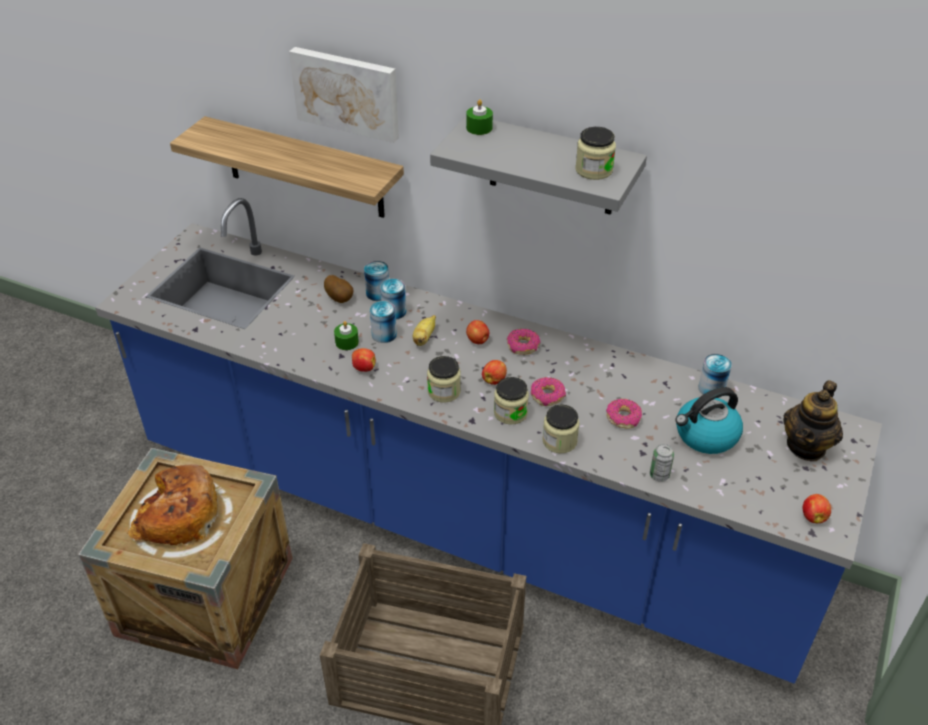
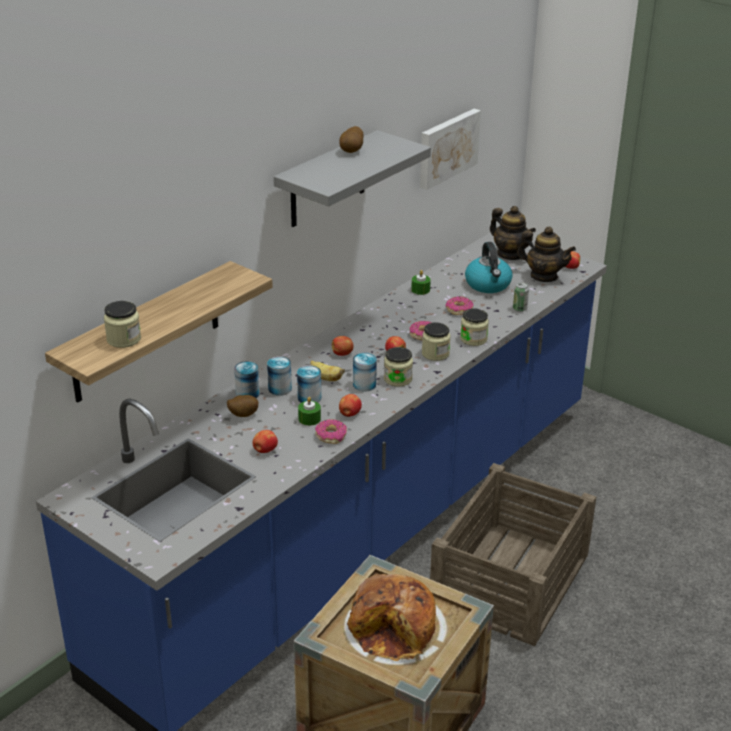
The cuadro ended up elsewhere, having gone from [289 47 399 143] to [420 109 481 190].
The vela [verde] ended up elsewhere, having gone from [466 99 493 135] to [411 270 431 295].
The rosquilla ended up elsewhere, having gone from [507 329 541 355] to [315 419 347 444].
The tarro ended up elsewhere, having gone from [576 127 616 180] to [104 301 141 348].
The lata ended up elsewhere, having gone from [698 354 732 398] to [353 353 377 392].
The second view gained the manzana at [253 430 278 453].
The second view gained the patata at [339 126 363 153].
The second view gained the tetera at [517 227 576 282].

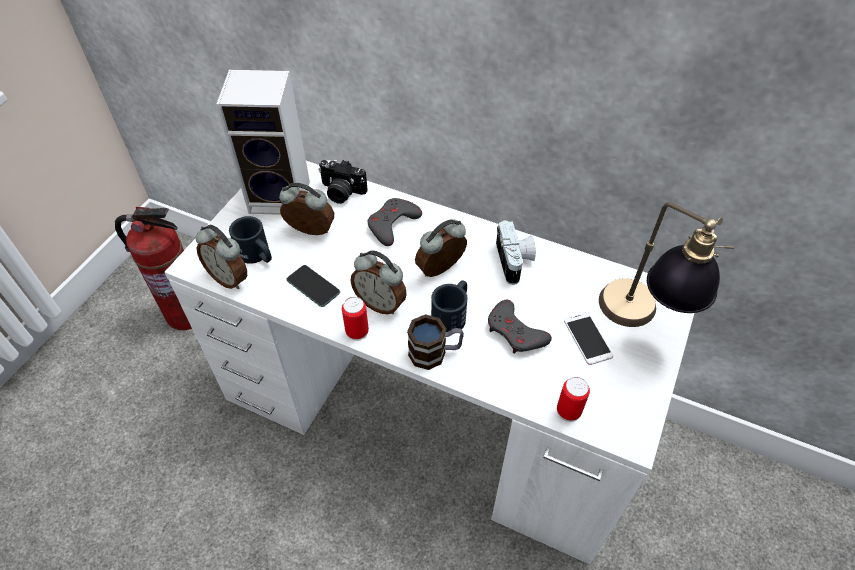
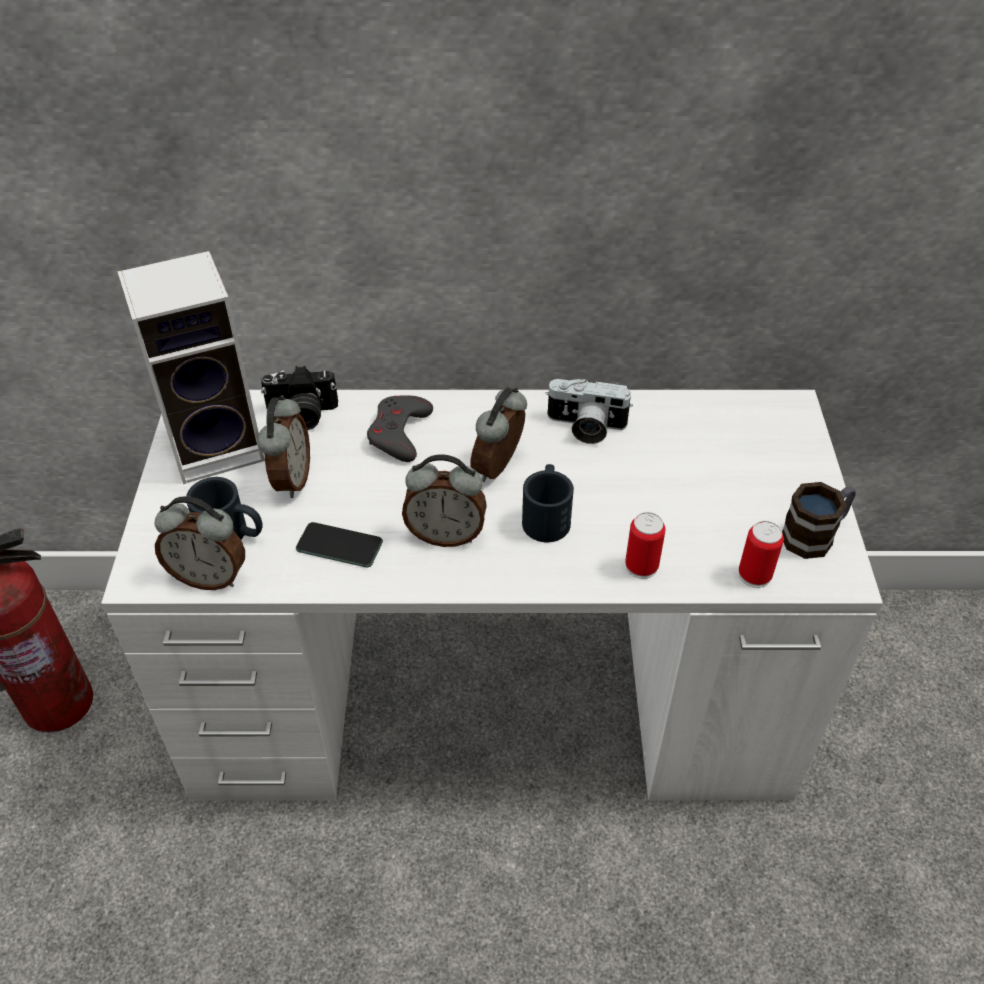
The despertador at [280 183 334 235] ended up facing another way, 105 degrees clockwise from before.
The lata ended up elsewhere, having gone from [342 296 369 341] to [625 512 665 579].
The taza grande ended up elsewhere, having gone from [407 314 464 370] to [782 482 856 559].
The second view lost the mando de consola [gris] at [488 300 552 354].
The cámara at [496 220 536 285] ended up facing another way, 135 degrees clockwise from before.
The second view lost the móvil at [564 312 613 365].
The second view lost the lámpara de mesa at [599 202 734 327].

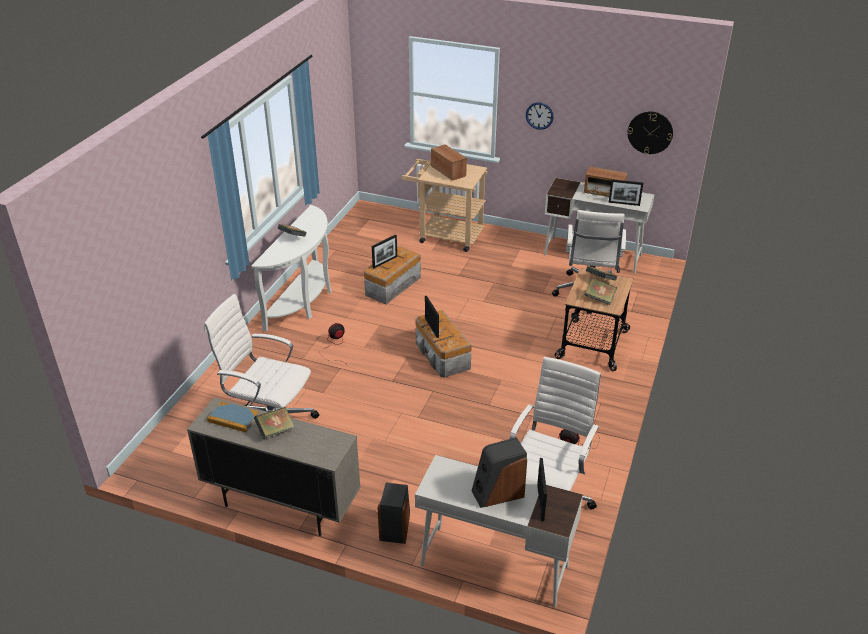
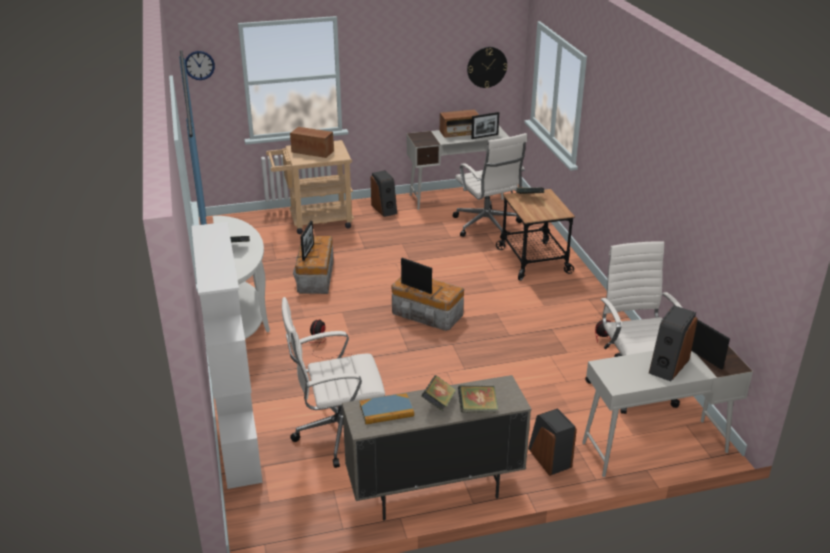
The reloj de pared ended up elsewhere, having gone from [526 102 554 130] to [185 51 215 80].
The libro ended up elsewhere, having gone from [585 278 617 305] to [458 386 498 413].
The second view gained the estantería [blanco] at [192 222 263 489].
The second view gained the altavoz at [371 170 397 217].

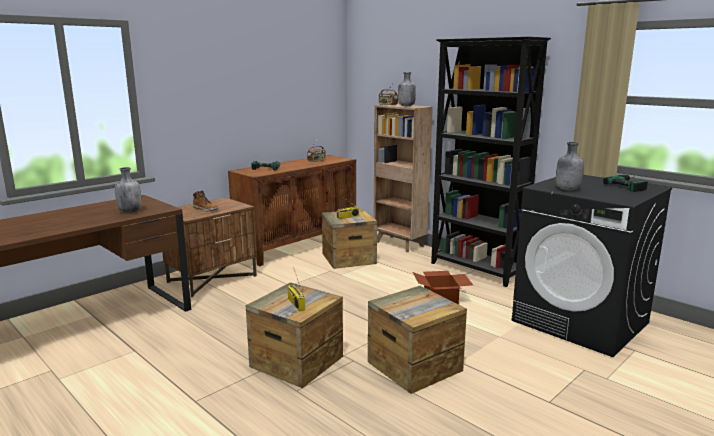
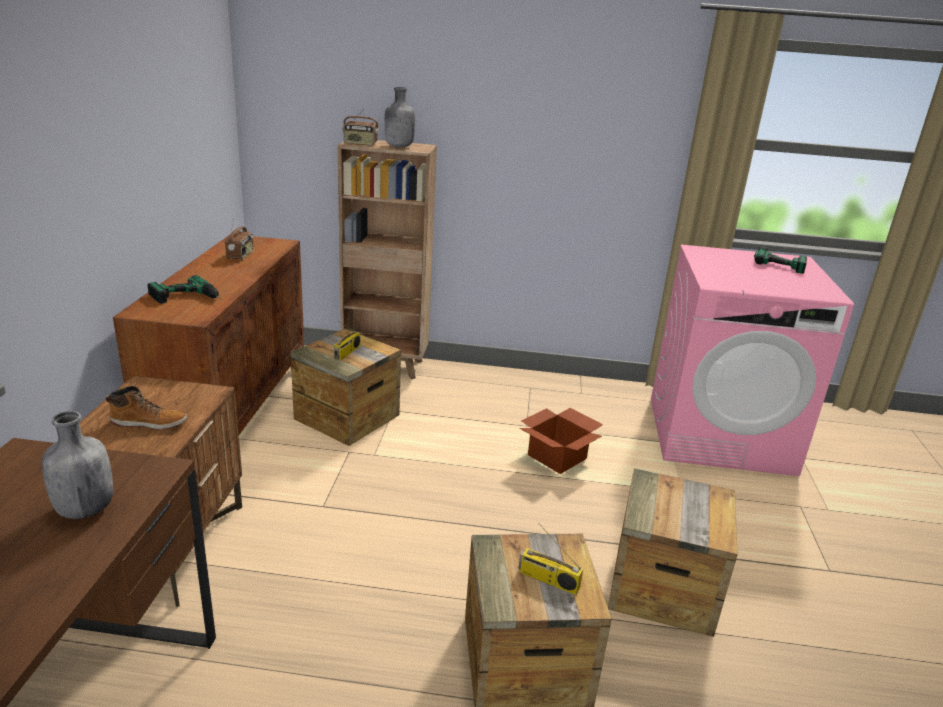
The second view lost the estantería [negro] at [431 37 551 287].
What was the lavadora [negro] at [512 175 672 357] turned into the lavadora [rosa] at [651 244 854 476].
The second view lost the botella [gris] at [556 142 584 190].

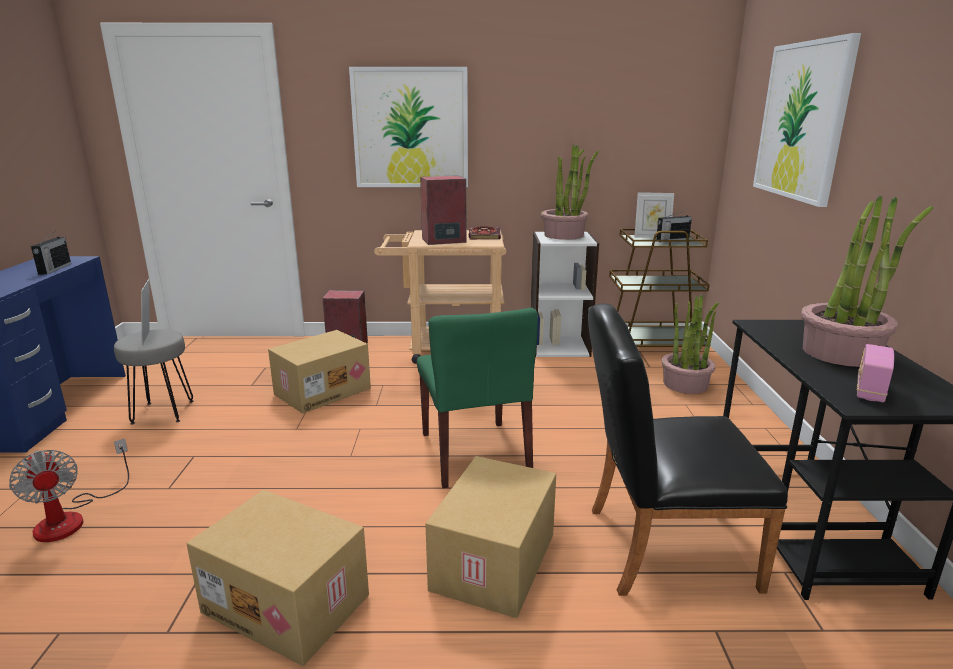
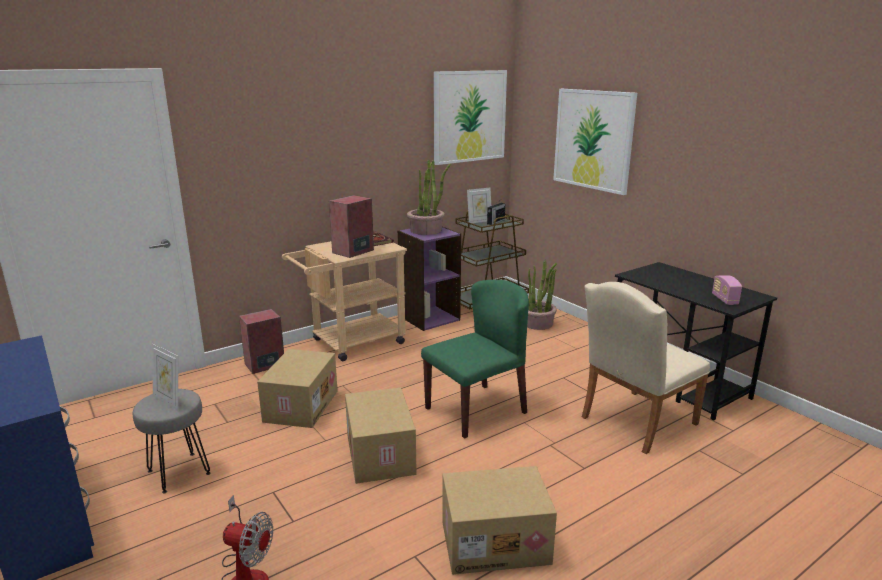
The second view lost the radio at [31 232 71 275].
The cuadro ended up elsewhere, having gone from [349 67 468 187] to [434 70 507 165].
The silla [verde] at [417 308 538 488] ended up facing another way, 75 degrees counterclockwise from before.
The caja de cartón ended up elsewhere, having gone from [426 456 556 618] to [345 388 417 484].
What was the estantería [blanco] at [531 231 599 357] turned into the estantería [morado] at [397 227 461 331].
What was the silla [negro] at [588 303 788 596] turned into the silla [beis] at [582 282 710 454].
The second view lost the planta en maceta at [801 196 933 367].

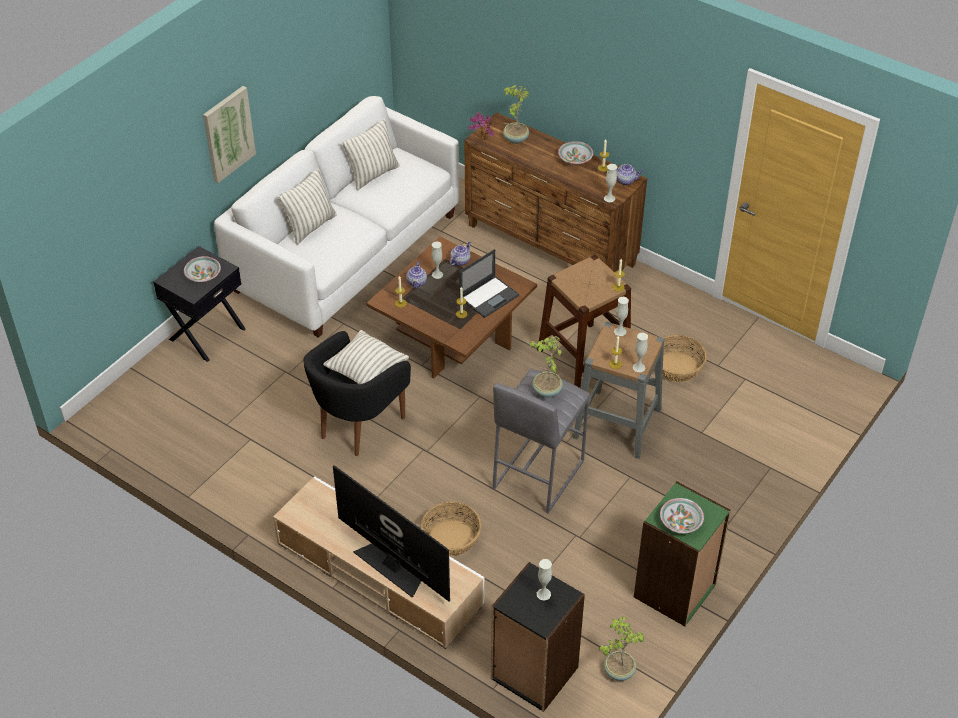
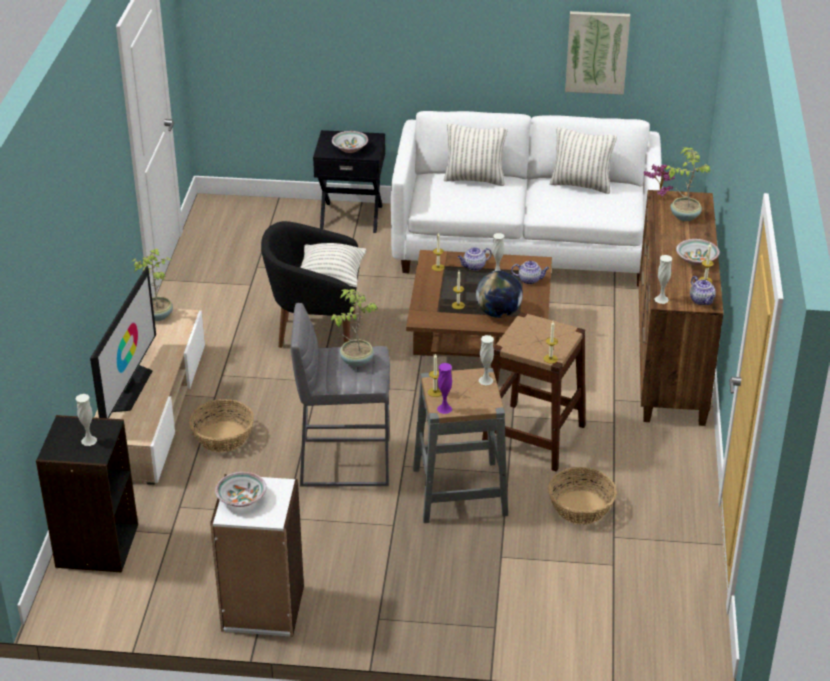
The cuadro ended up elsewhere, having gone from [203 86 256 183] to [565 11 630 95].
Where the portátil stood at [459 249 519 318], the globo terráqueo came to stand at [476 271 523 318].
The planta en maceta ended up elsewhere, having gone from [599 616 644 681] to [133 249 173 321].
What was the florero [blanco] at [633 333 648 372] turned into the florero [morado] at [437 363 452 414].
What was the estantería [verde] at [634 481 731 626] turned into the estantería [blanco] at [210 474 304 637].

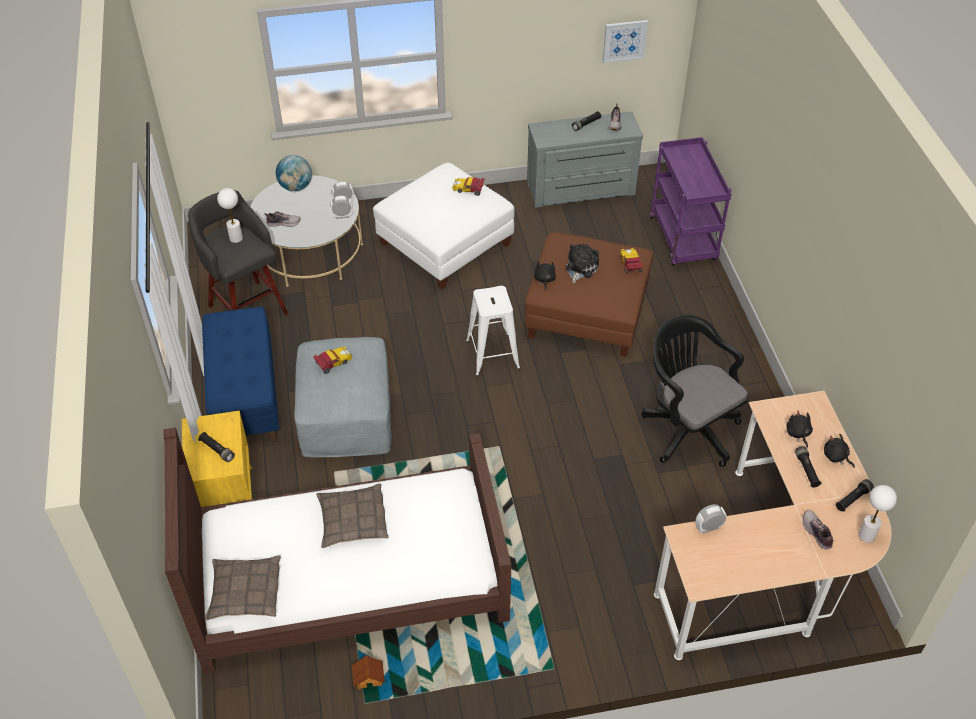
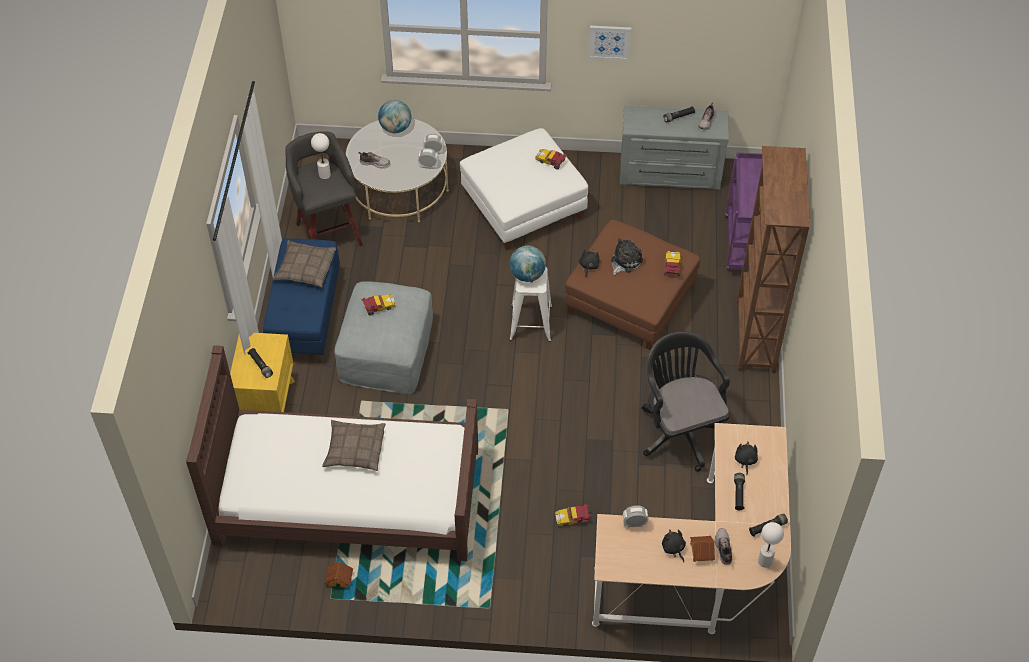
The cojín ended up elsewhere, having gone from [205 555 281 620] to [273 240 336 287].
The cuadro ended up elsewhere, having gone from [603 20 648 63] to [588 26 631 60].
The peluche [negro] ended up elsewhere, having gone from [824 434 855 468] to [662 529 686 562].
The second view gained the globo terráqueo at [509 246 546 282].
The second view gained the coche de juguete at [555 504 591 526].
The second view gained the casita at [690 536 715 562].
The second view gained the estantería [marrón] at [736 146 810 373].

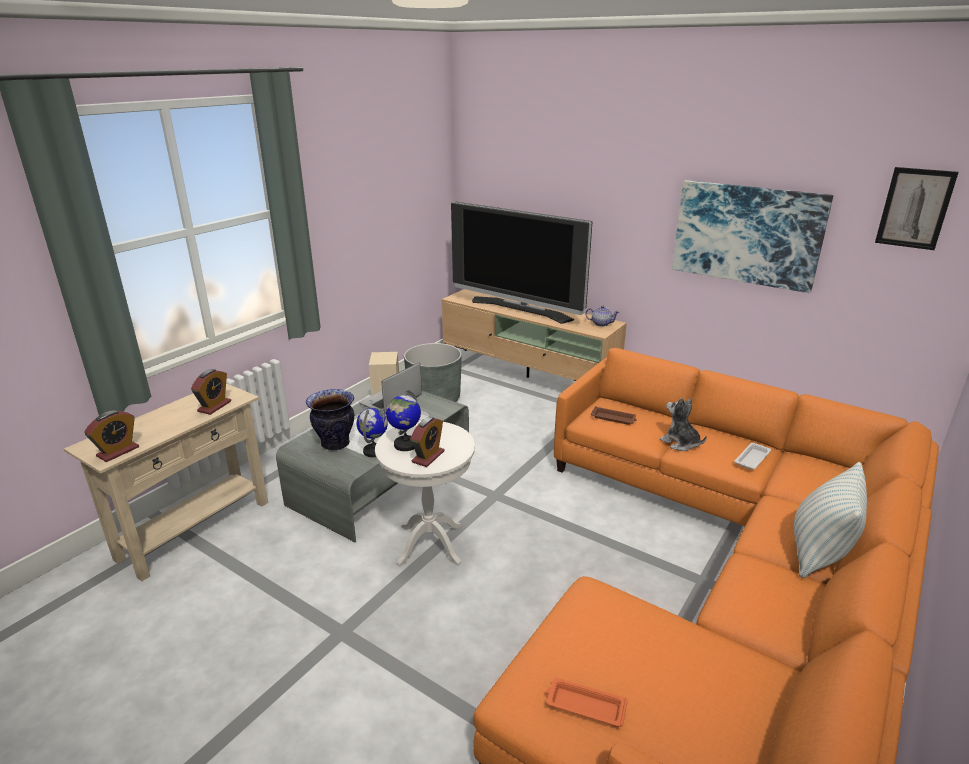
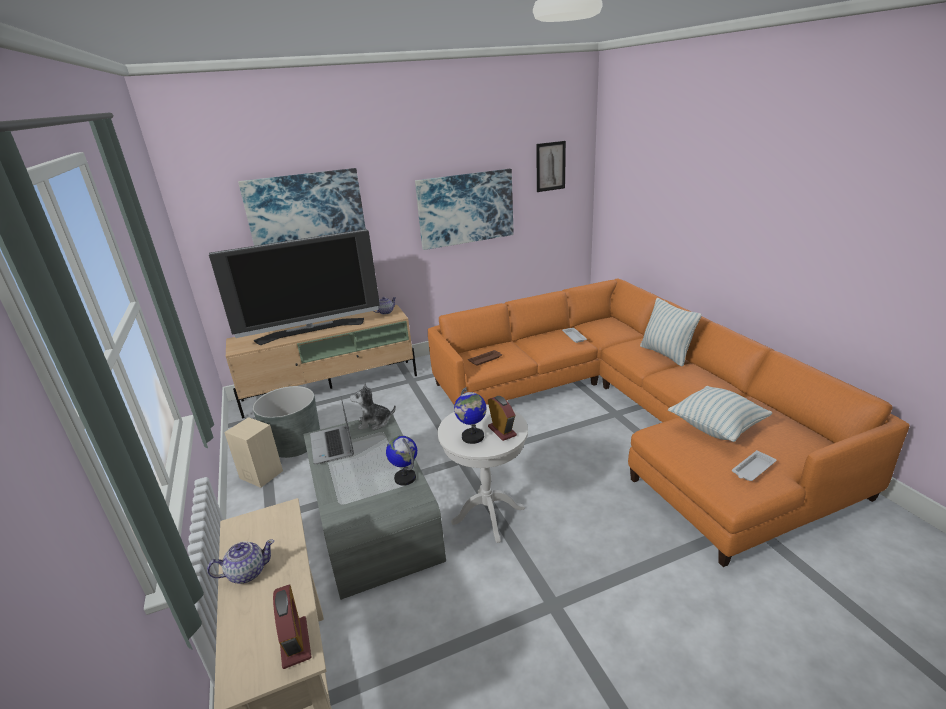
The second view lost the despertador at [191 369 231 415].
The second view lost the florero at [306 389 354 450].
What was the bandeja [naranja] at [546 678 628 727] turned into the bandeja [blanco] at [732 450 777 481].
The peluche ended up elsewhere, having gone from [660 397 707 451] to [350 384 396 430].
The second view gained the tetera at [207 540 274 584].
The second view gained the cuadro at [238 168 366 246].
The second view gained the cojín at [668 386 773 442].

